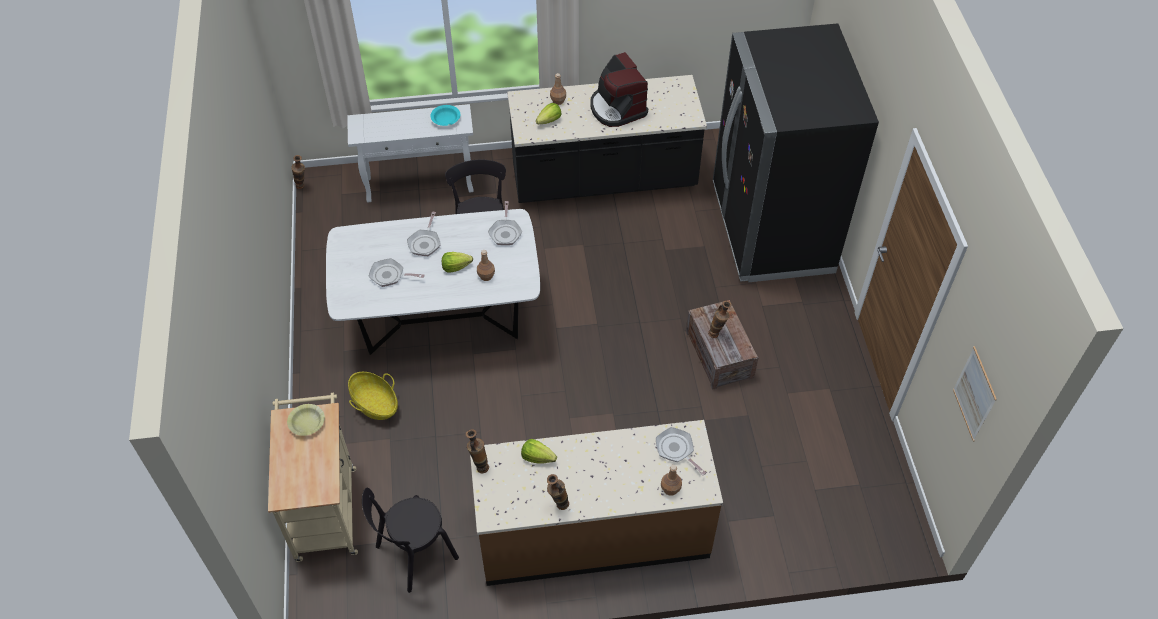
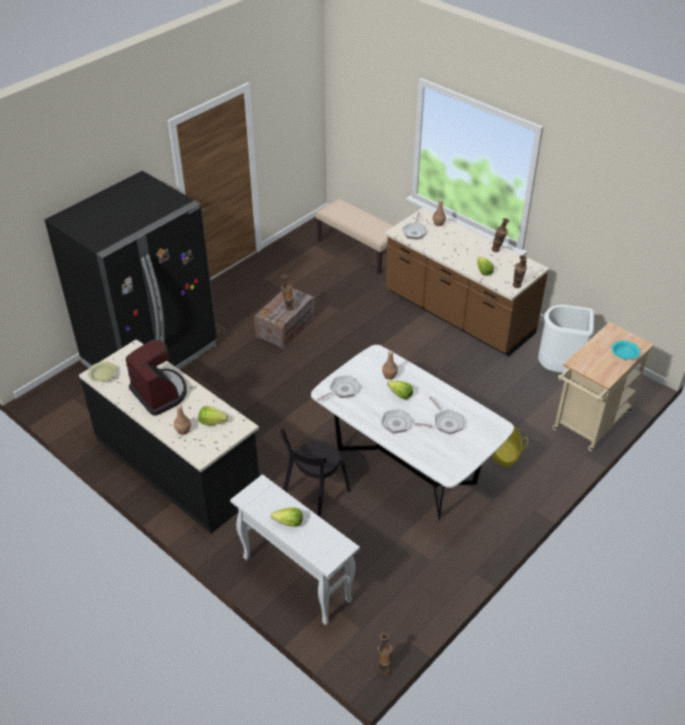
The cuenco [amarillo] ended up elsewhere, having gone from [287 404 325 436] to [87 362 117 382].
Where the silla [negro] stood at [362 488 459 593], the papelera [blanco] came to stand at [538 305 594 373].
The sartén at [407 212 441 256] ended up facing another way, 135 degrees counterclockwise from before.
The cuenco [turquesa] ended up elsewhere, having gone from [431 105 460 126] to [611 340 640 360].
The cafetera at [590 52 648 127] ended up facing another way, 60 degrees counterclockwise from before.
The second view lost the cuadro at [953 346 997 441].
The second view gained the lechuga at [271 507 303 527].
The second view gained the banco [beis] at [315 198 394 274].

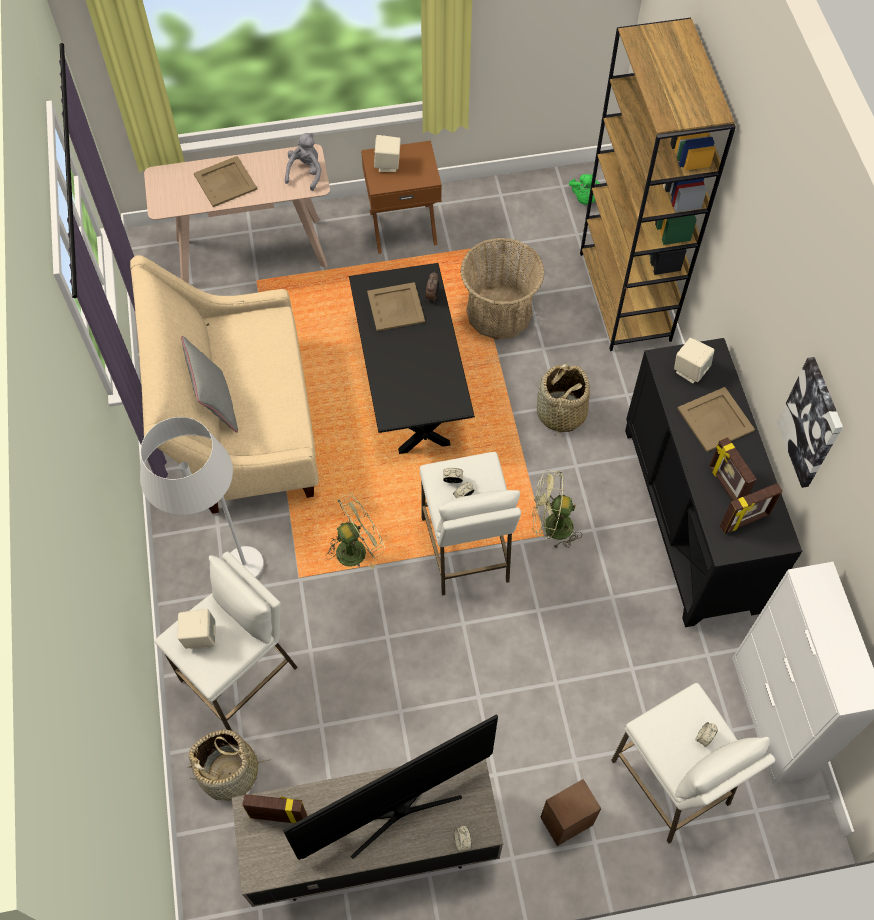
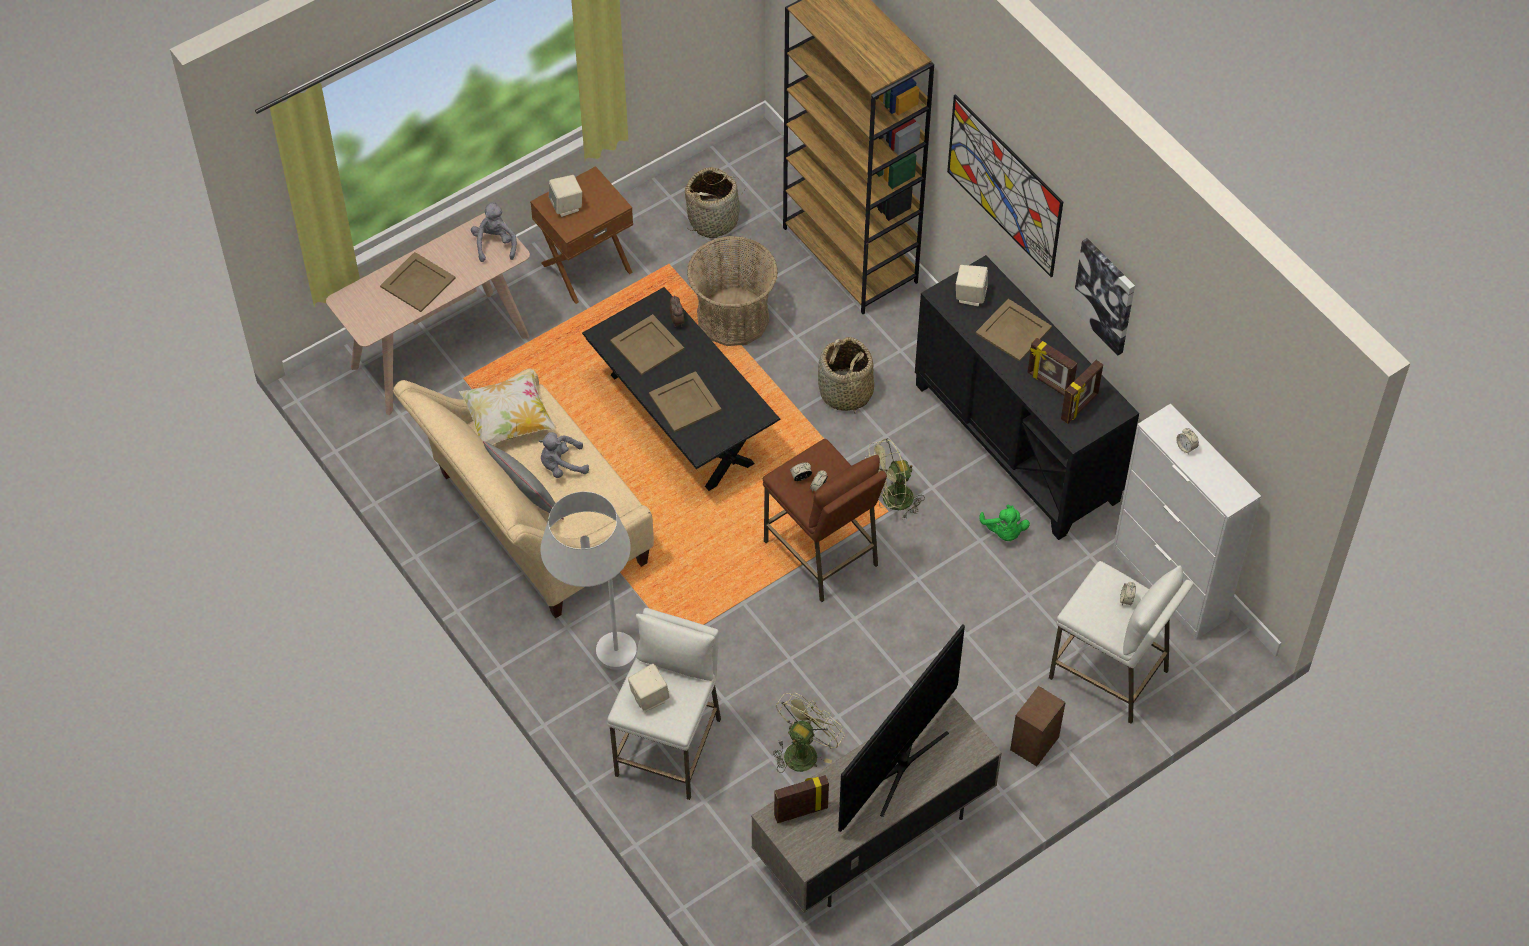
The cesta ended up elsewhere, having gone from [186 730 271 801] to [685 167 745 238].
The ventilador [verde] ended up elsewhere, having gone from [328 494 385 569] to [773 693 844 773].
What was the taburete [blanco] at [420 452 521 596] turned into the taburete [marrón] at [763 439 887 602].
The despertador ended up elsewhere, having gone from [454 826 472 852] to [1176 428 1199 454].
The peluche [verde] ended up elsewhere, having gone from [569 174 600 204] to [979 505 1030 541].
The second view gained the cojín at [459 369 557 445].
The second view gained the peluche [gris] at [539 432 589 478].
The second view gained the bandeja [beis] at [649 371 722 432].
The second view gained the cuadro at [947 94 1063 277].

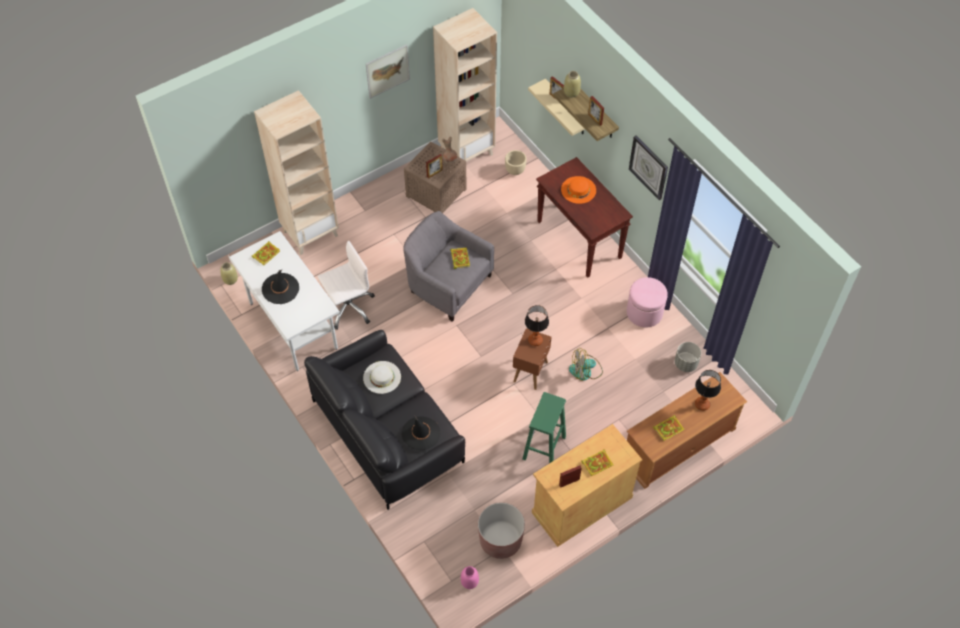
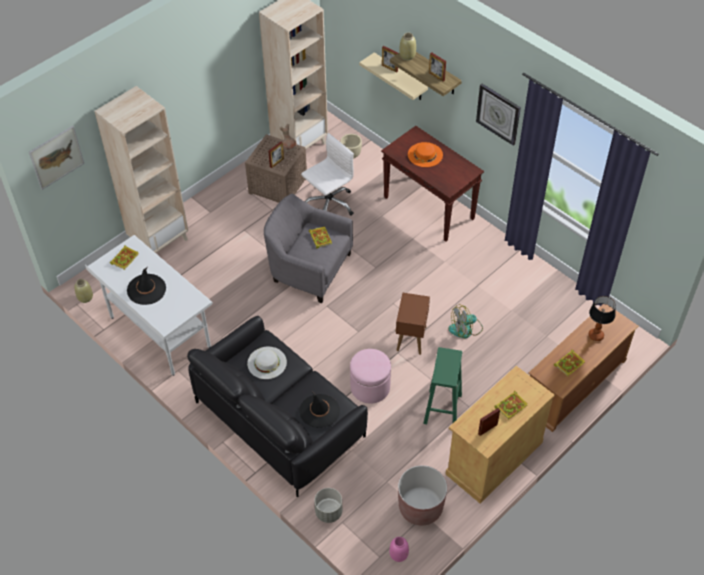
The silla de oficina [blanco] ended up elsewhere, having gone from [318 241 375 330] to [301 133 354 216].
The cuadro ended up elsewhere, having gone from [366 44 410 99] to [29 126 84 190].
The second view lost the lámpara de mesa at [525 305 549 346].
The puf [rosa] ended up elsewhere, having gone from [626 277 668 328] to [350 349 391 404].
The maceta [gris] ended up elsewhere, having gone from [675 342 701 372] to [314 488 342 523].

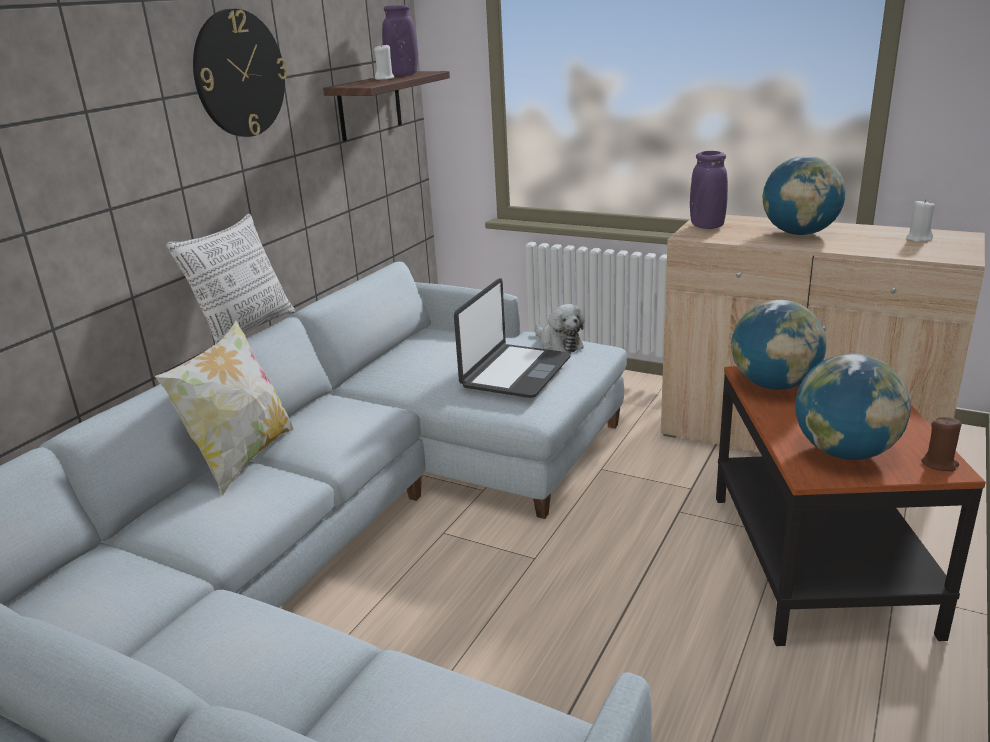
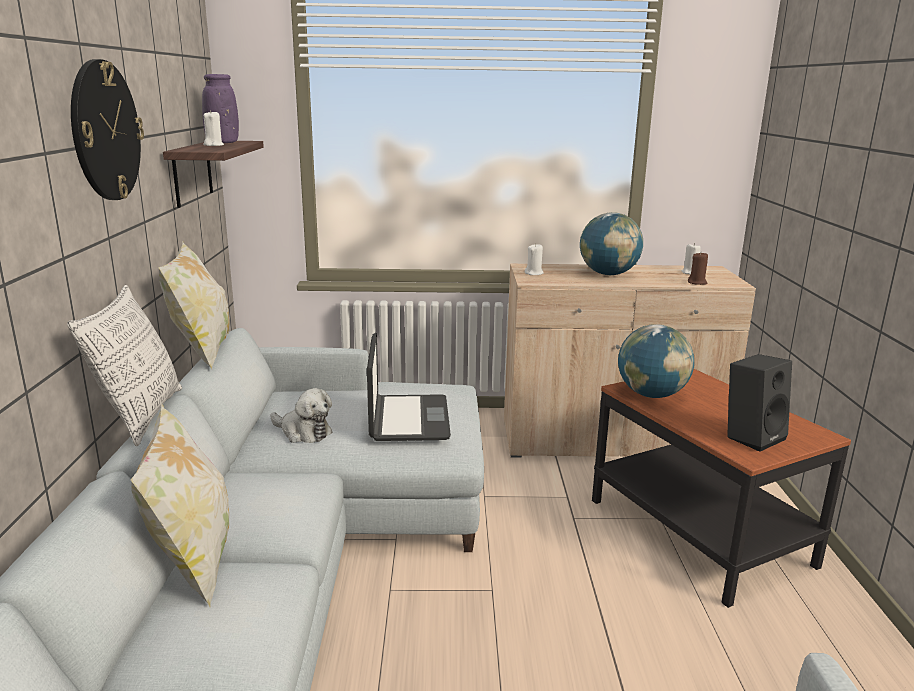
The peluche ended up elsewhere, having gone from [535 304 585 353] to [270 388 332 443].
Where the florero [morado] stood at [690 151 728 229], the vela [blanco] came to stand at [525 244 544 275].
Where the globo terráqueo stood at [795 354 911 460], the altavoz [negro] came to stand at [727 354 792 452].
The vela [marrón] ended up elsewhere, having gone from [921 417 962 472] to [688 253 708 285].
The second view gained the cojín at [158 241 229 369].

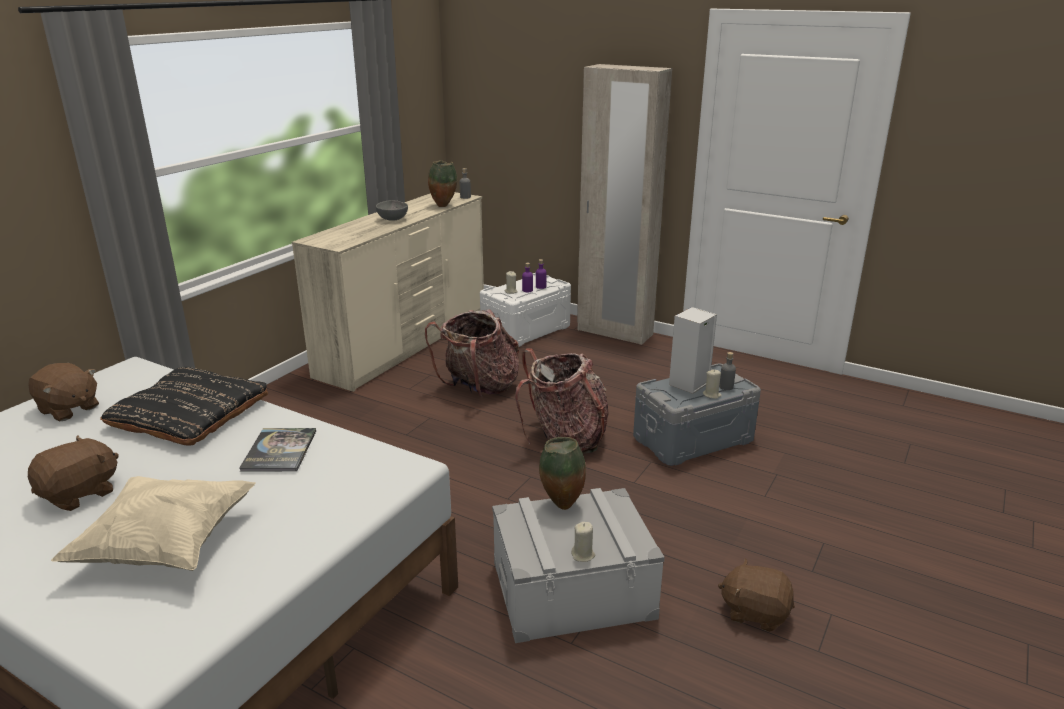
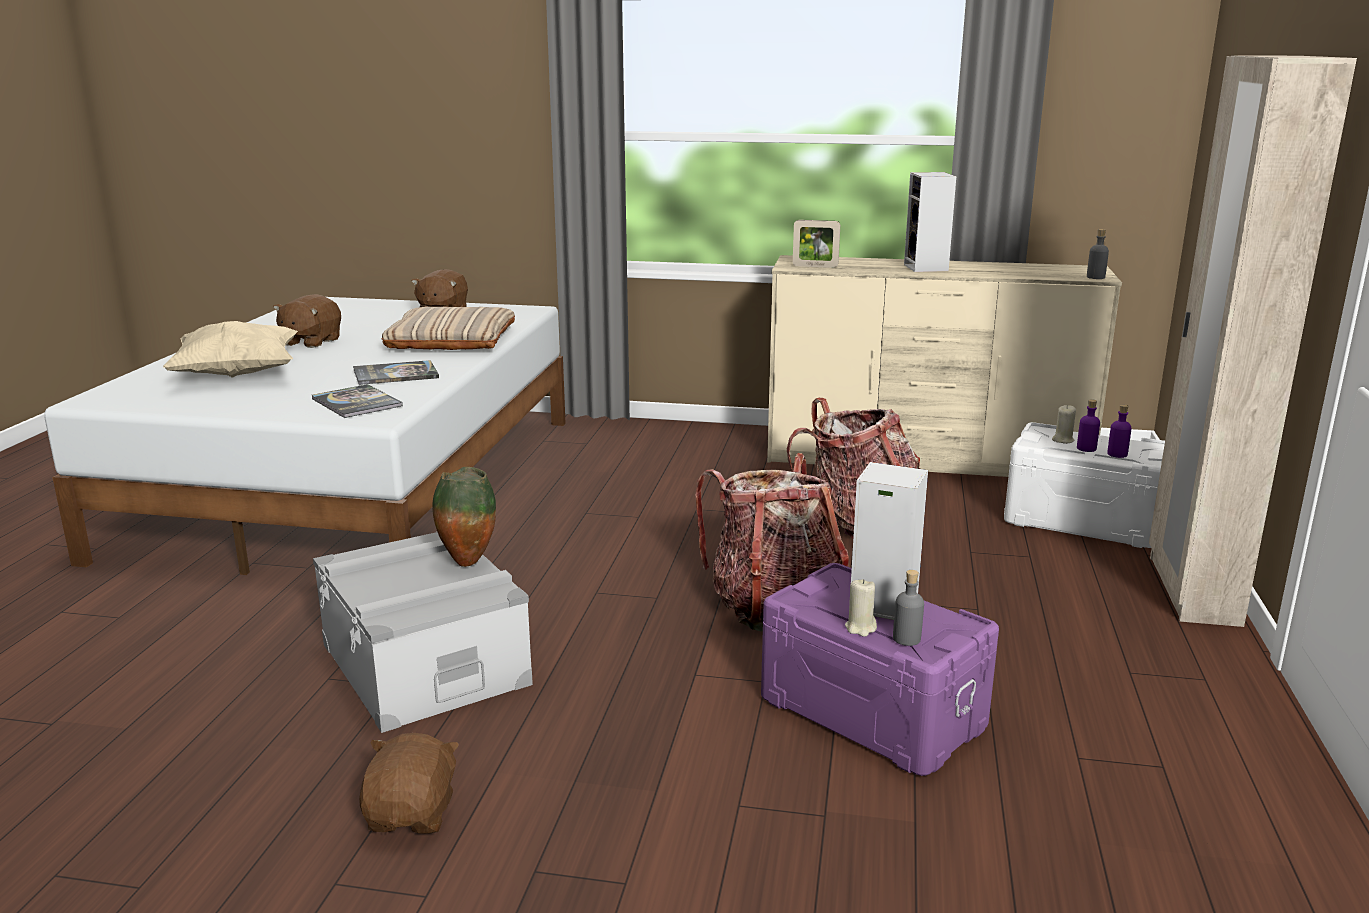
The peluche [marrón] at [28 435 119 511] ended up facing another way, 90 degrees clockwise from before.
What was the cojín [negro] at [100 367 268 445] turned into the cojín [beis] at [381 307 515 350].
Where the cuenco [gris] stood at [376 200 408 221], the altavoz came to stand at [904 172 956 272].
The second view lost the florero at [428 160 457 207].
The second view lost the vela [beis] at [571 522 595 562].
What was the caja de almacenaje [gris] at [633 363 761 466] turned into the caja de almacenaje [morado] at [761 563 999 776].
The second view gained the libro at [312 384 403 418].
The second view gained the portarretratos at [793 220 840 268].

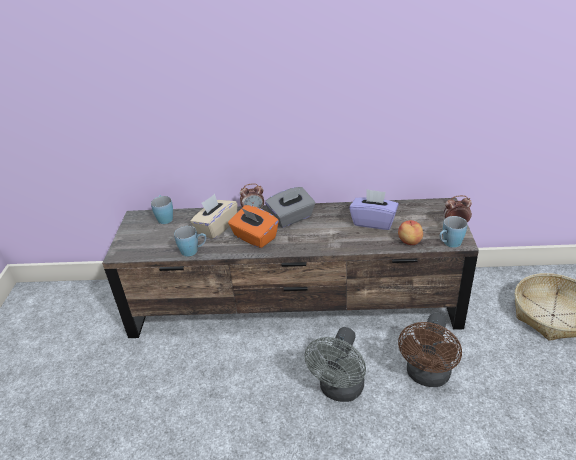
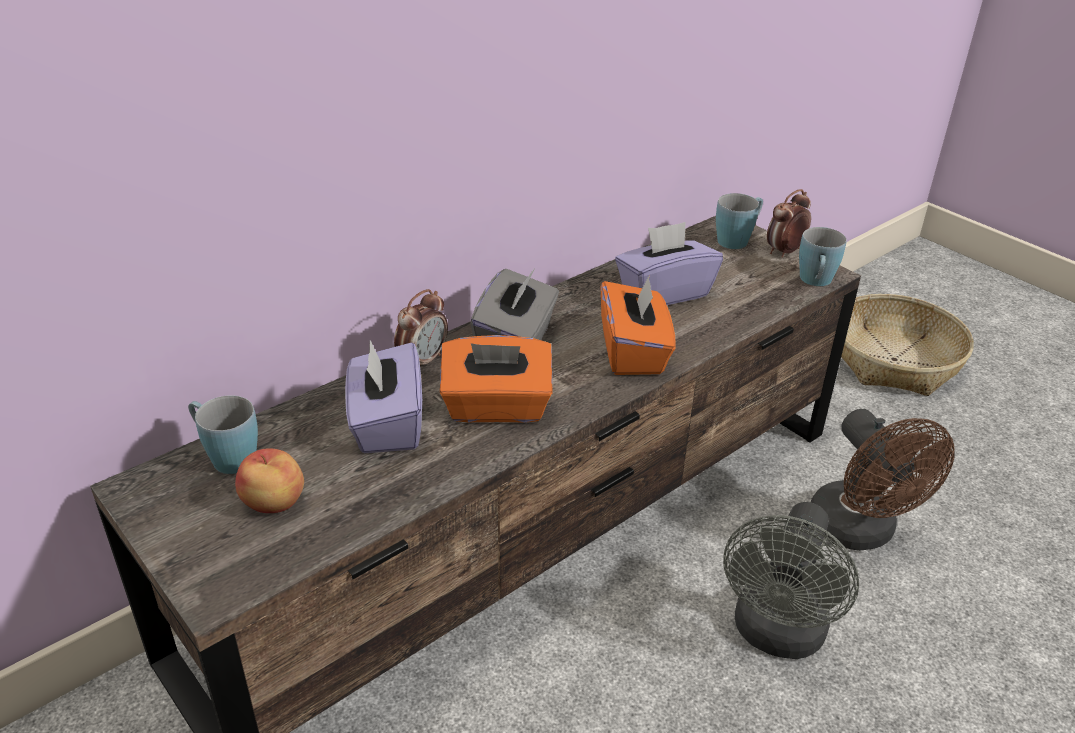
The taza grande [azul] ended up elsewhere, having gone from [174 226 206 257] to [716 193 763 249].
What was the caja de pañuelos [beis] at [190 194 237 239] turned into the caja de pañuelos [morado] at [345 340 422 453].
The ventilador [gris] at [304 327 366 402] ended up facing another way, 45 degrees clockwise from before.
The manzana ended up elsewhere, having gone from [398 220 423 245] to [235 448 304 513].
The second view gained the caja de pañuelos [naranja] at [601 274 676 375].

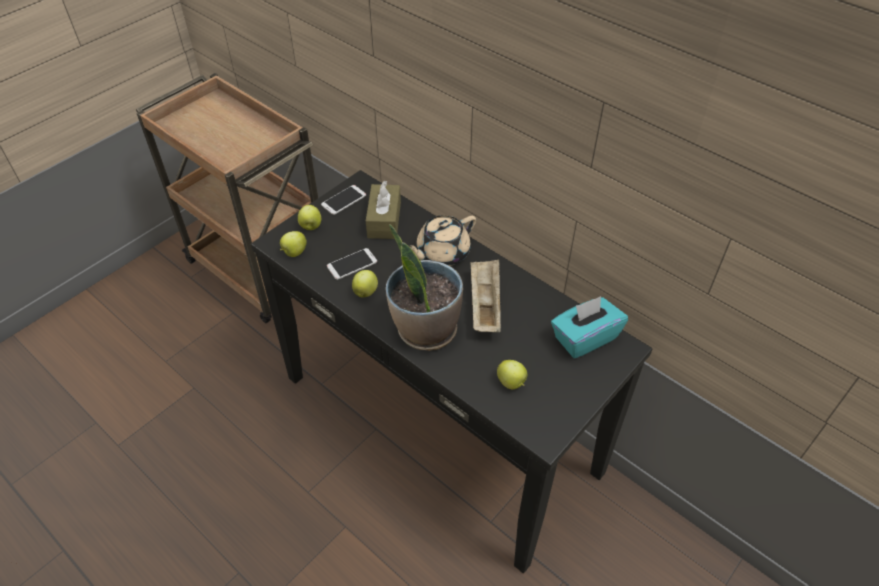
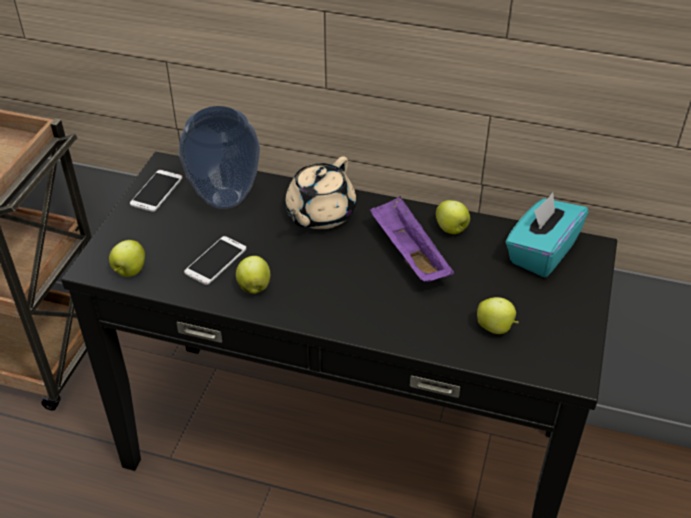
The manzana ended up elsewhere, having gone from [298 205 321 230] to [436 200 470 234].
Where the caja de pañuelos [marrón] stood at [366 181 401 239], the florero came to stand at [179 106 260 209].
The second view lost the planta en maceta at [386 225 463 351].
What was the bandeja [beis] at [470 260 501 332] turned into the bandeja [morado] at [369 196 454 282].

